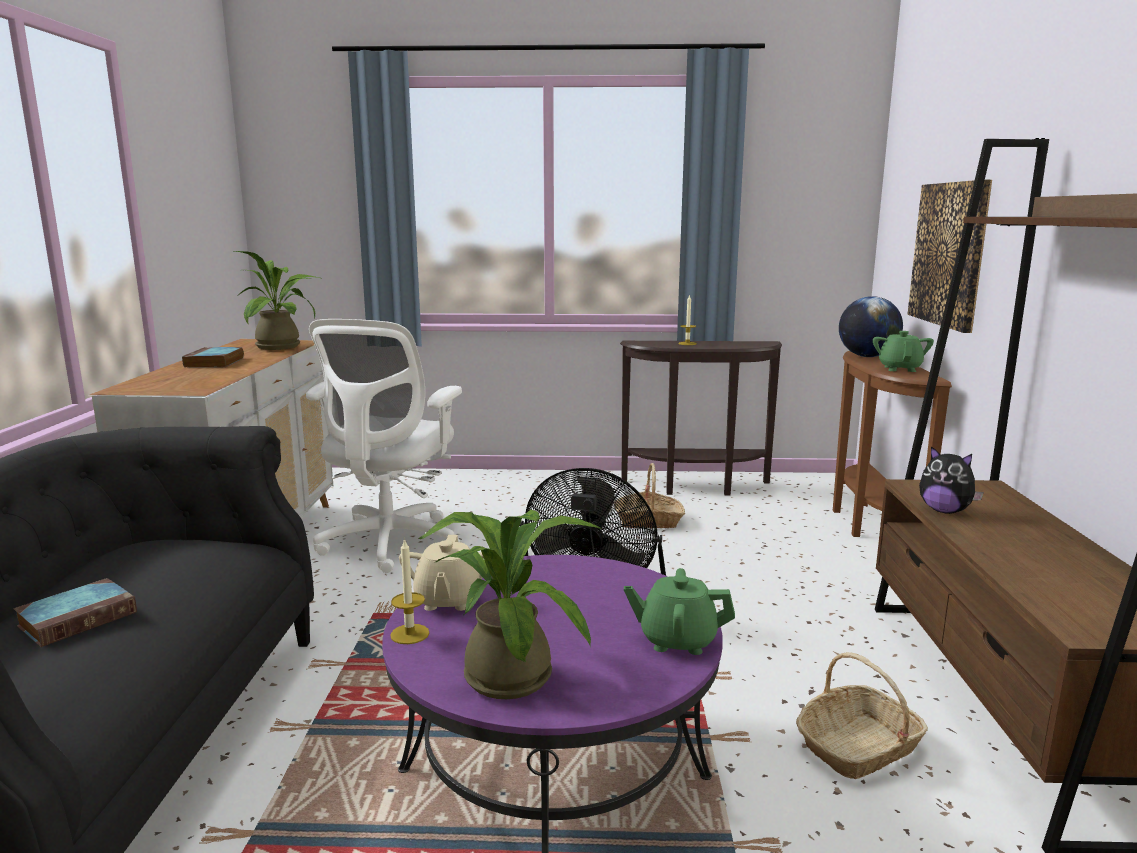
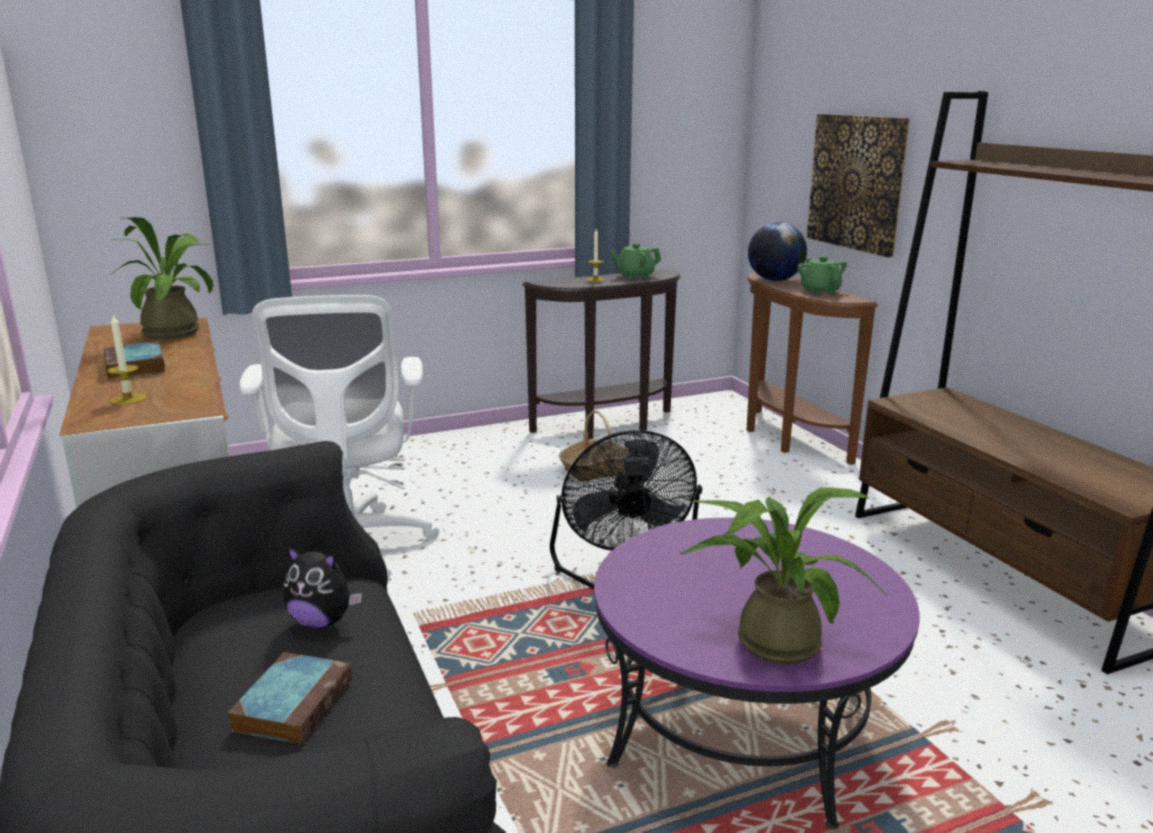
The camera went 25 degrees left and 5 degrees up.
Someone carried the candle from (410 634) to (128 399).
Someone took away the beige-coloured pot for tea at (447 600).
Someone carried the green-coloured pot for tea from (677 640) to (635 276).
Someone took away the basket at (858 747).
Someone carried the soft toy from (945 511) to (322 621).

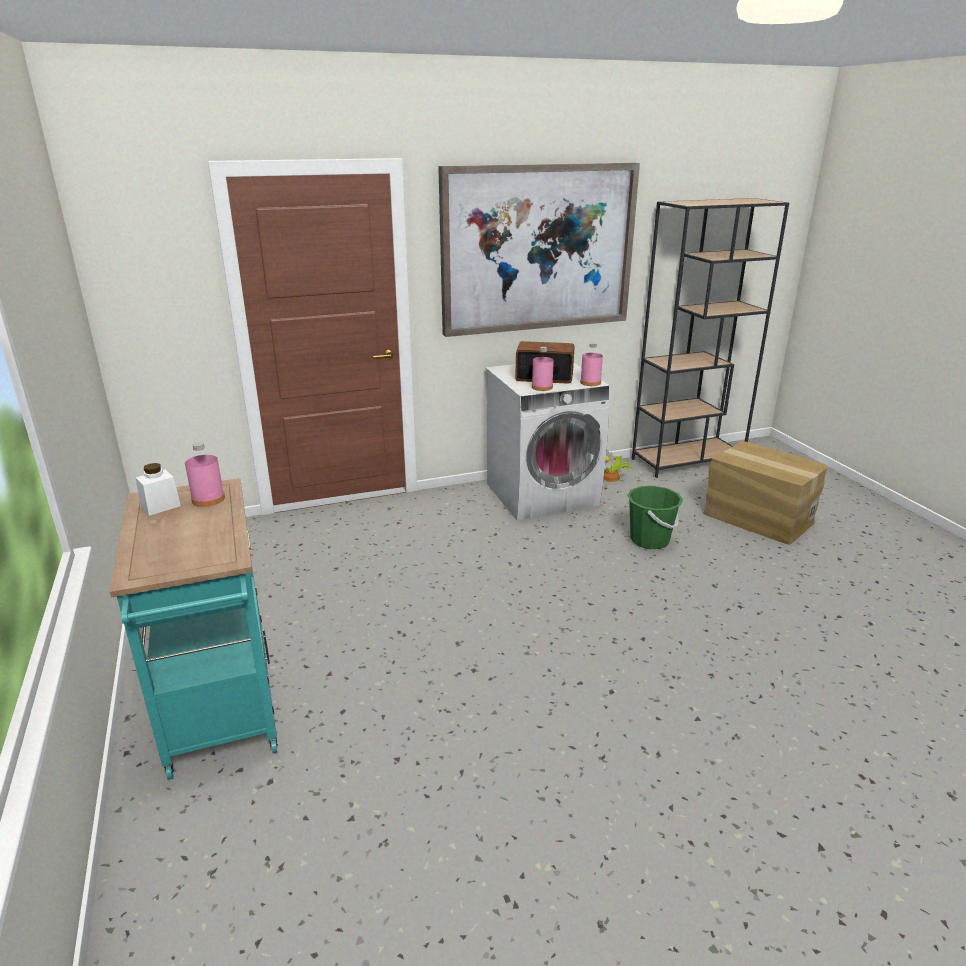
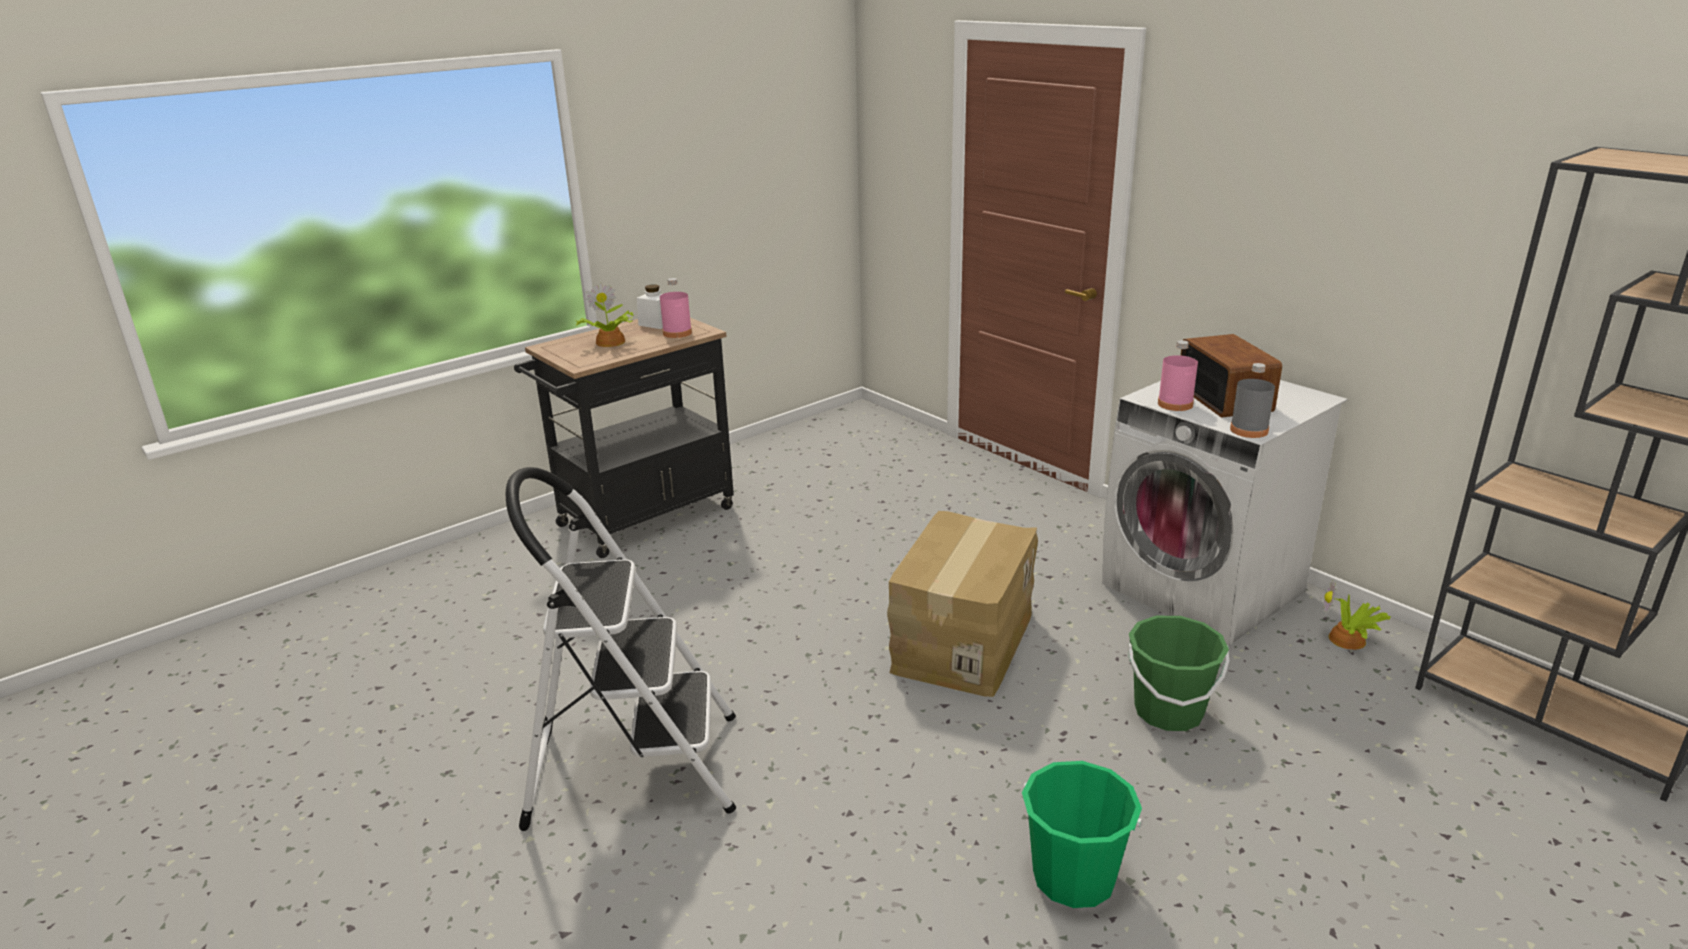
The camera went 70 degrees right and 0 degrees up.
Someone repainted the blue-green trolley at (221 709), which became the black trolley at (641 519).
Someone took away the wall art at (538 249).
Someone repainted the pink drink bottle at (590 382), which became the grey drink bottle at (1249 430).
Someone carried the carton from (757 518) to (961 641).
Someone put down the step stool at (627 770).
Someone put down the potted plant at (609 342).
Someone put down the green-coloured bucket at (1074 878).

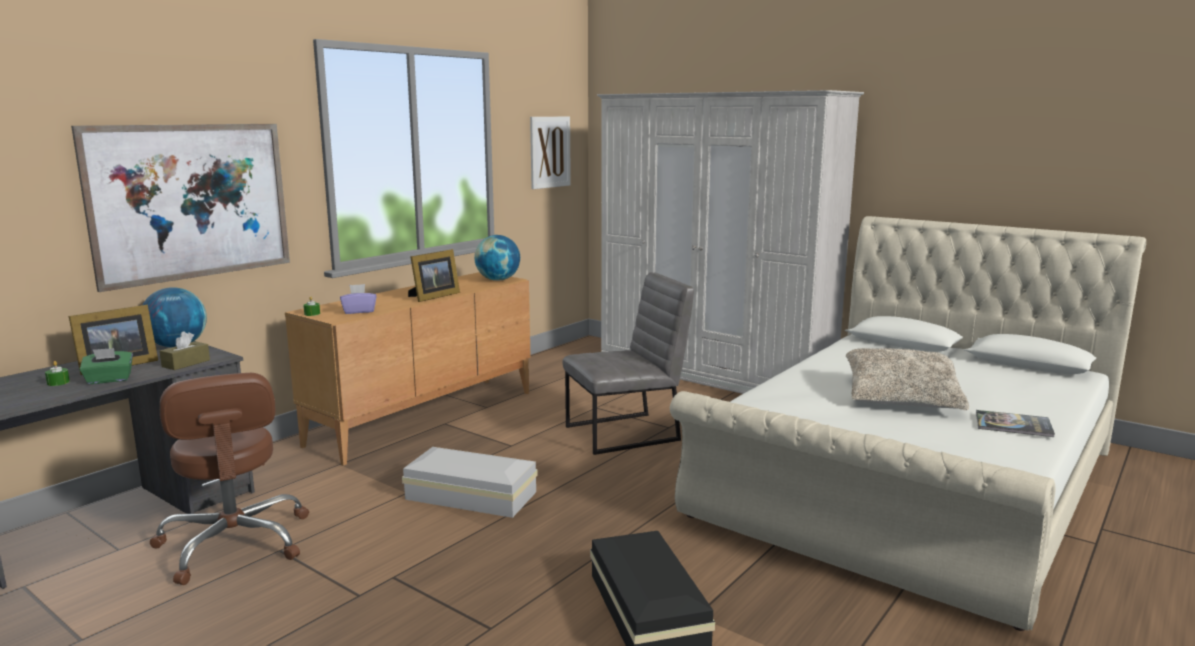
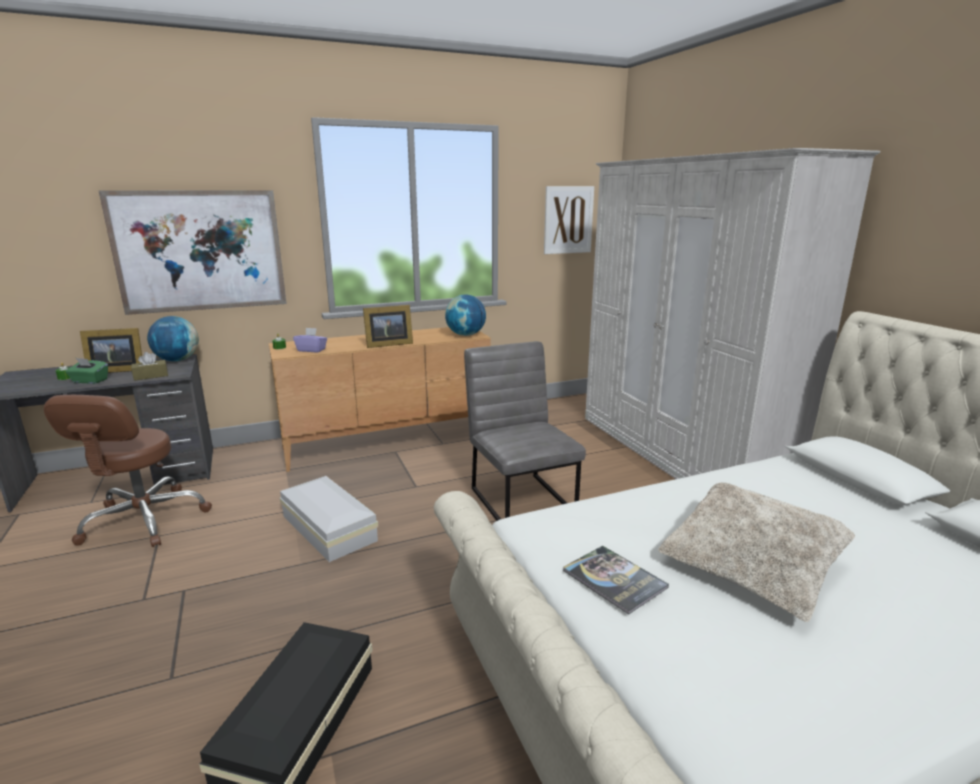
The camera went 30 degrees right and 5 degrees up.
Someone rotated the grey upright chair at (625 433) by 120 degrees counterclockwise.
Someone carried the volume from (1013 425) to (614 579).

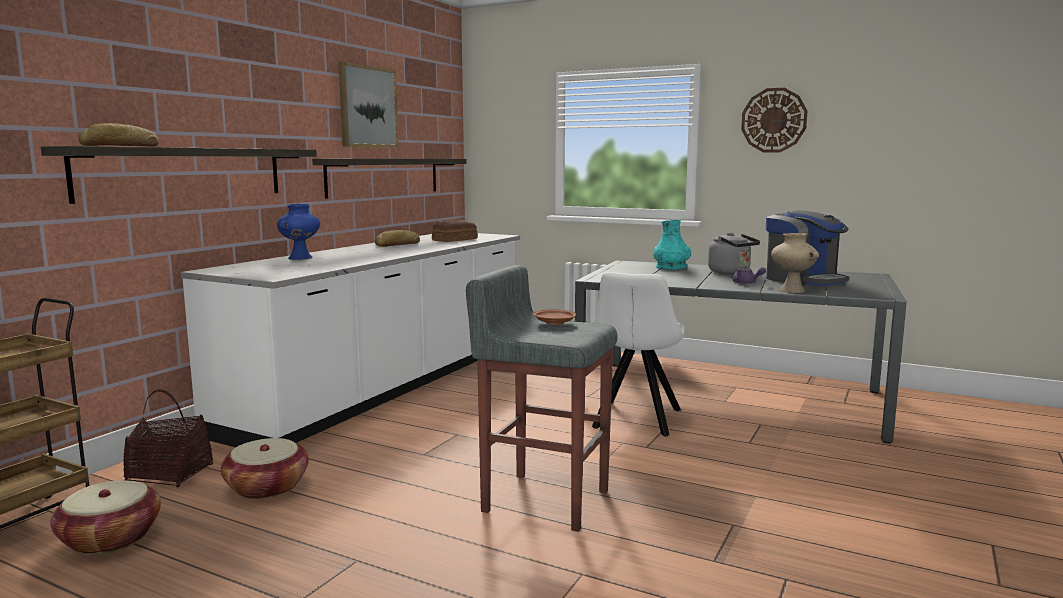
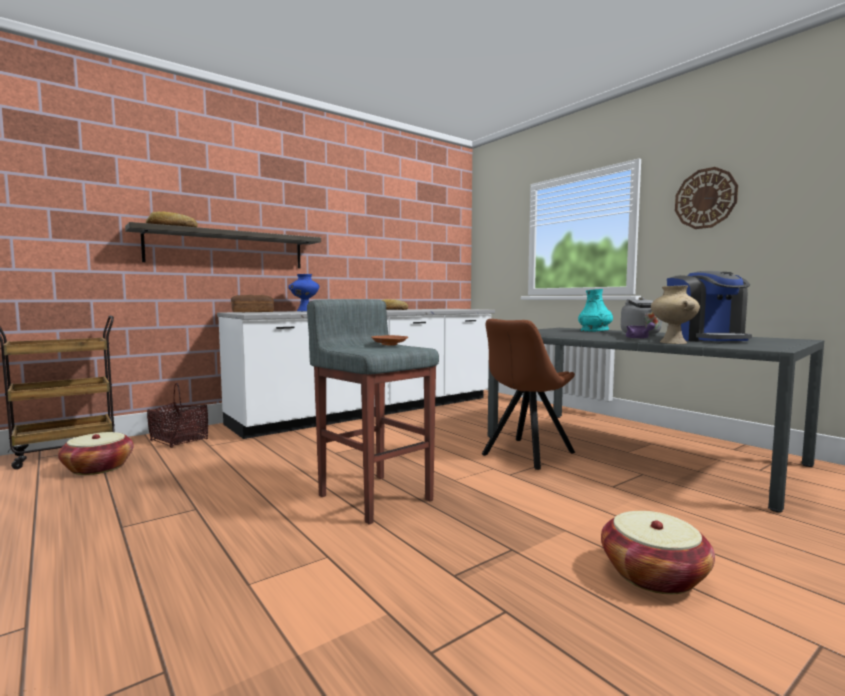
The camera went 25 degrees right and 5 degrees down.
Someone carried the basket from (267 487) to (653 575).
Someone took away the bracket shelf at (384 176).
Someone took away the wall art at (367 107).
Someone carried the bread from (453 240) to (252 312).
Someone repainted the white upright chair at (636 419), which became the brown upright chair at (527 453).

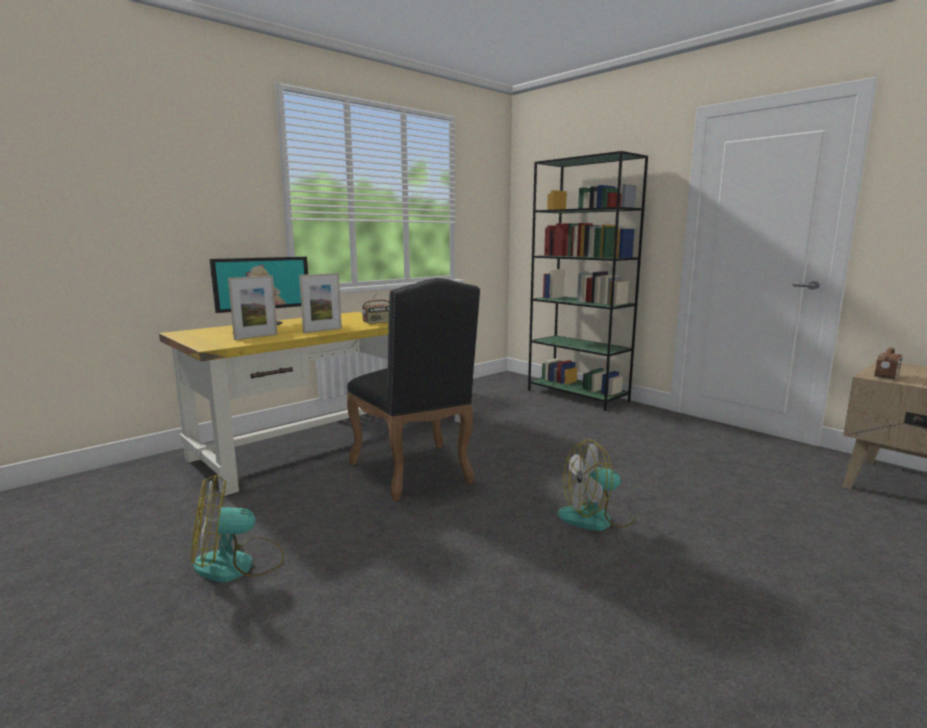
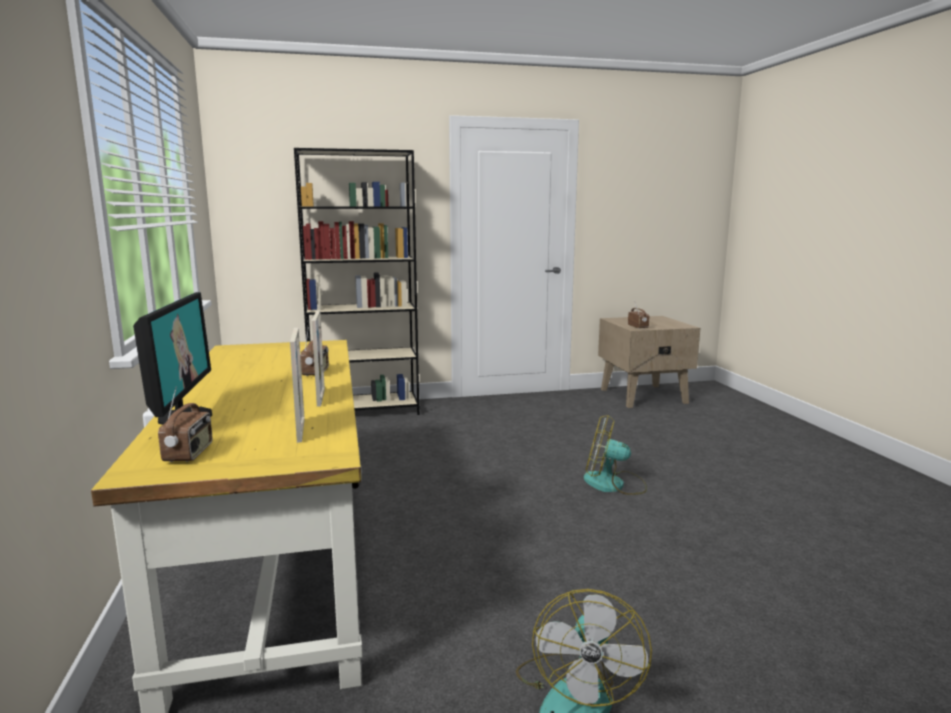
The camera went 60 degrees left and 0 degrees up.
Someone took away the black upright chair at (415 473).
Someone repainted the green-coloured bookshelf at (578 395), which became the beige-coloured bookshelf at (365 410).
Someone rotated the fan at (596 518) by 90 degrees clockwise.
Someone put down the radio set at (189 454).

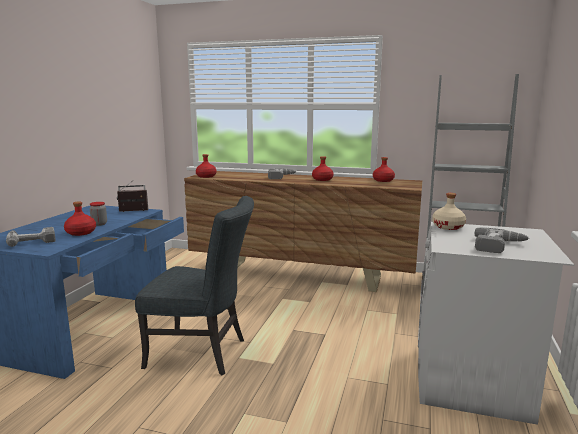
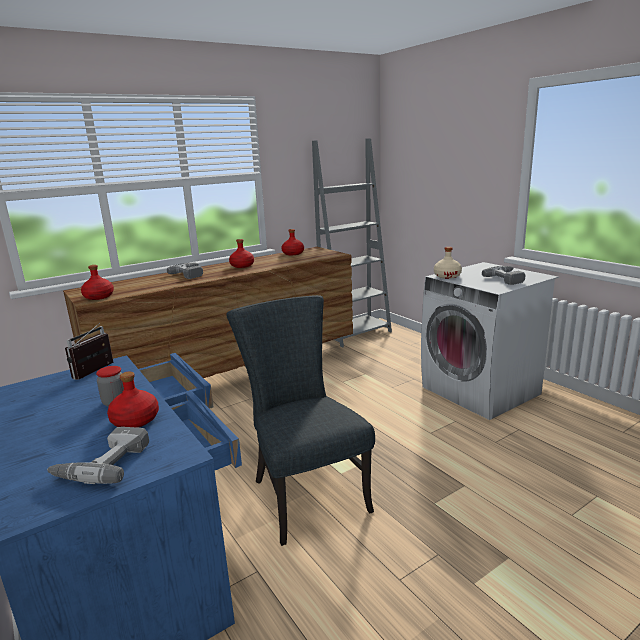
The camera went 50 degrees left and 5 degrees up.
Someone rotated the grey upright chair at (203 352) by 75 degrees counterclockwise.

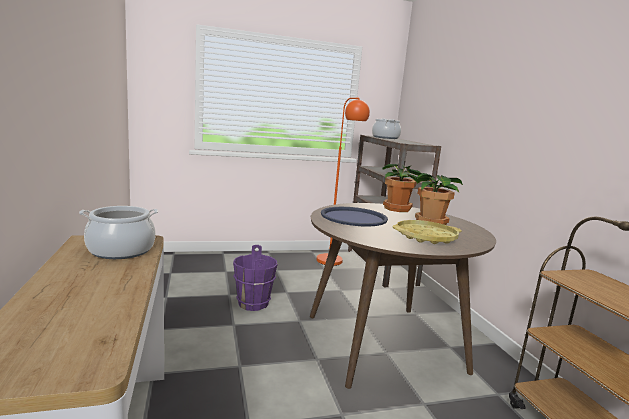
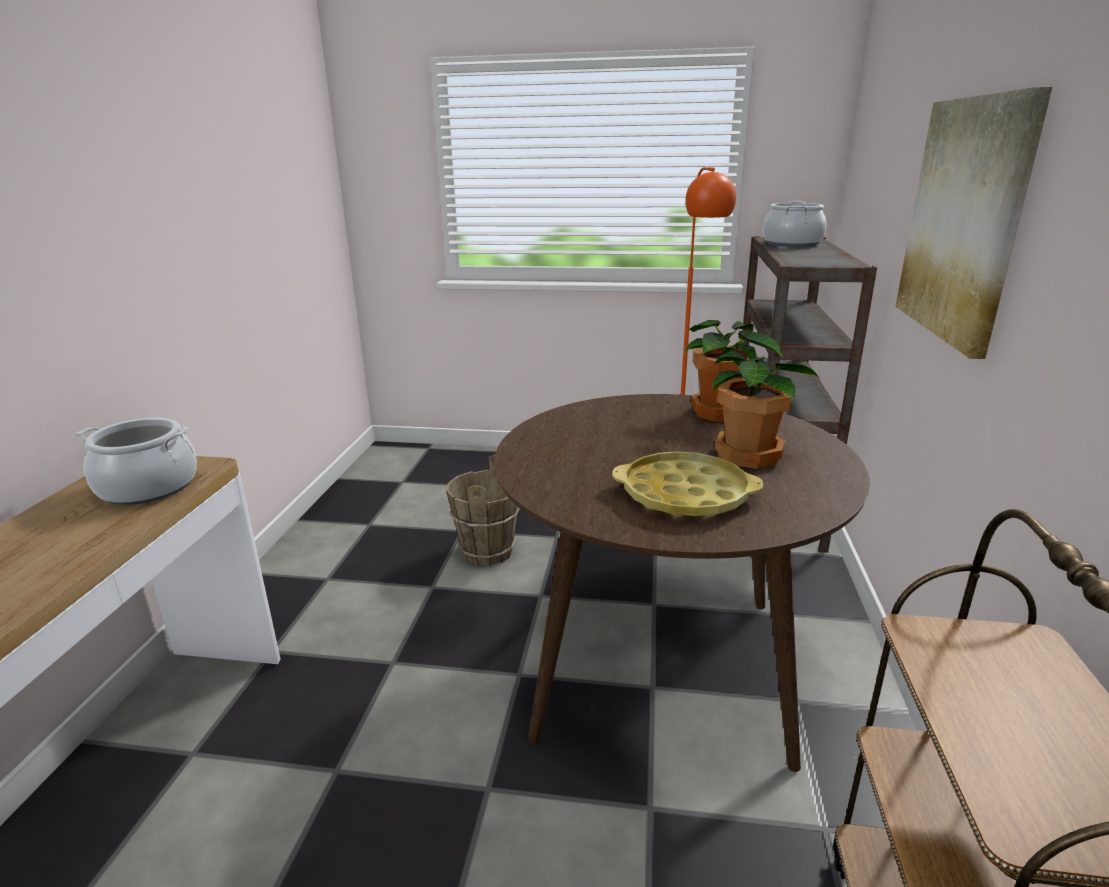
The camera went 25 degrees right and 10 degrees up.
Someone repainted the purple bucket at (253 304), which became the brown bucket at (486 552).
Someone took away the bluish tray at (354 217).
Someone put up the wall art at (964 220).

